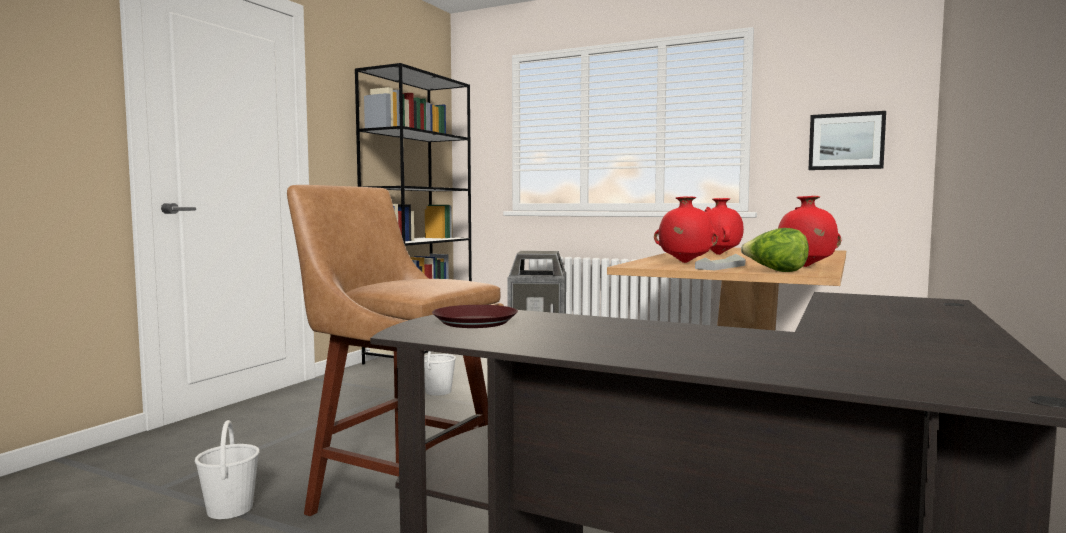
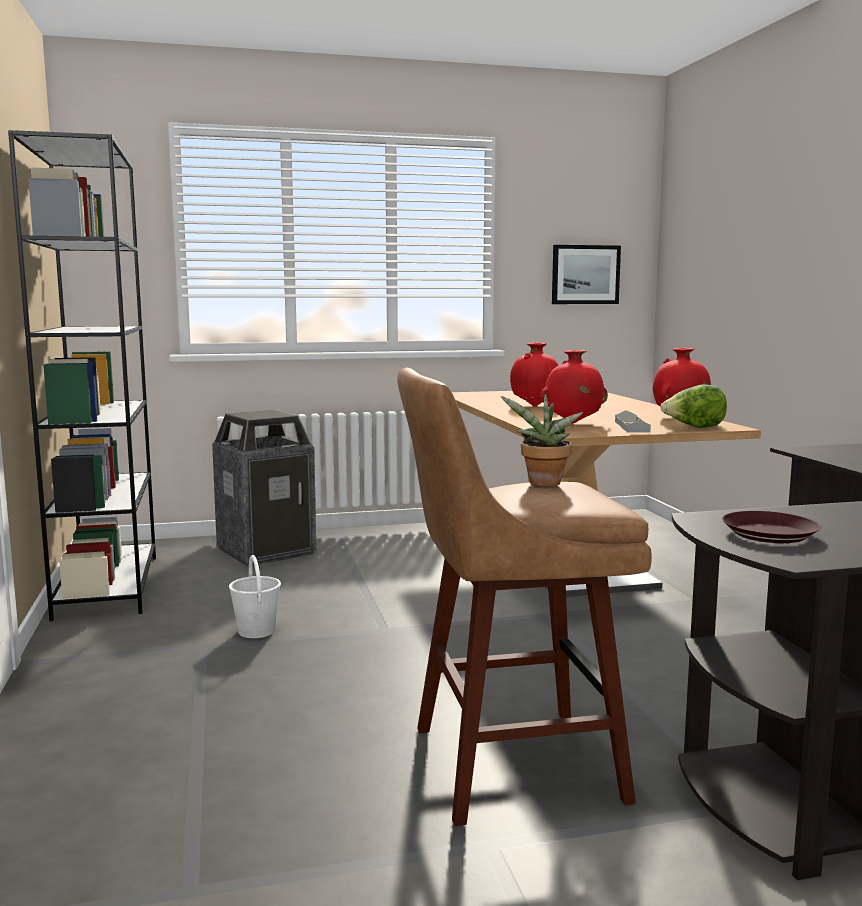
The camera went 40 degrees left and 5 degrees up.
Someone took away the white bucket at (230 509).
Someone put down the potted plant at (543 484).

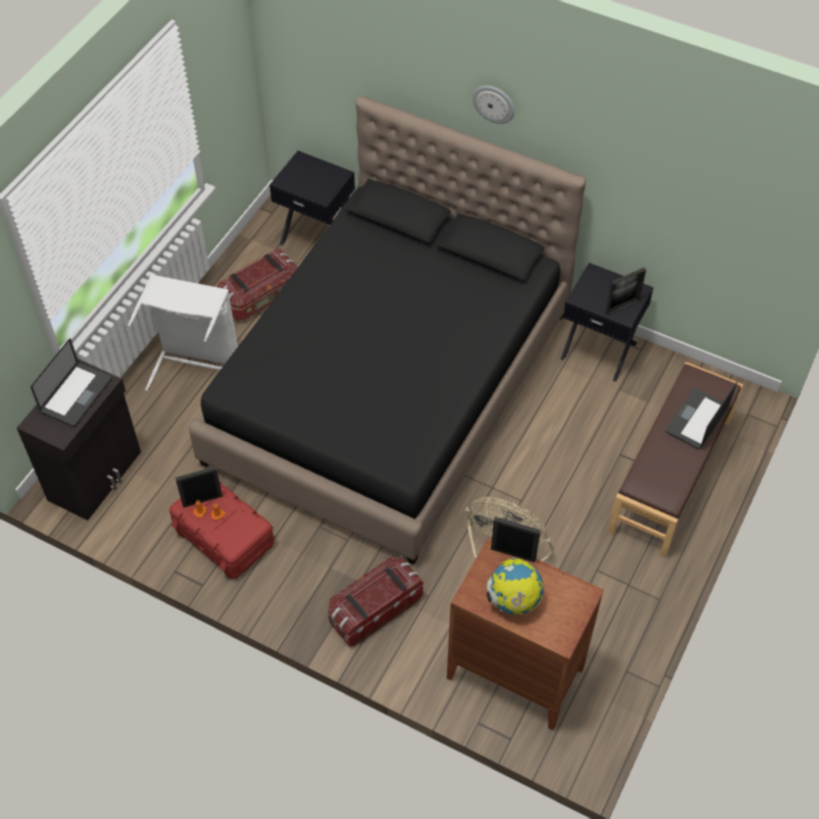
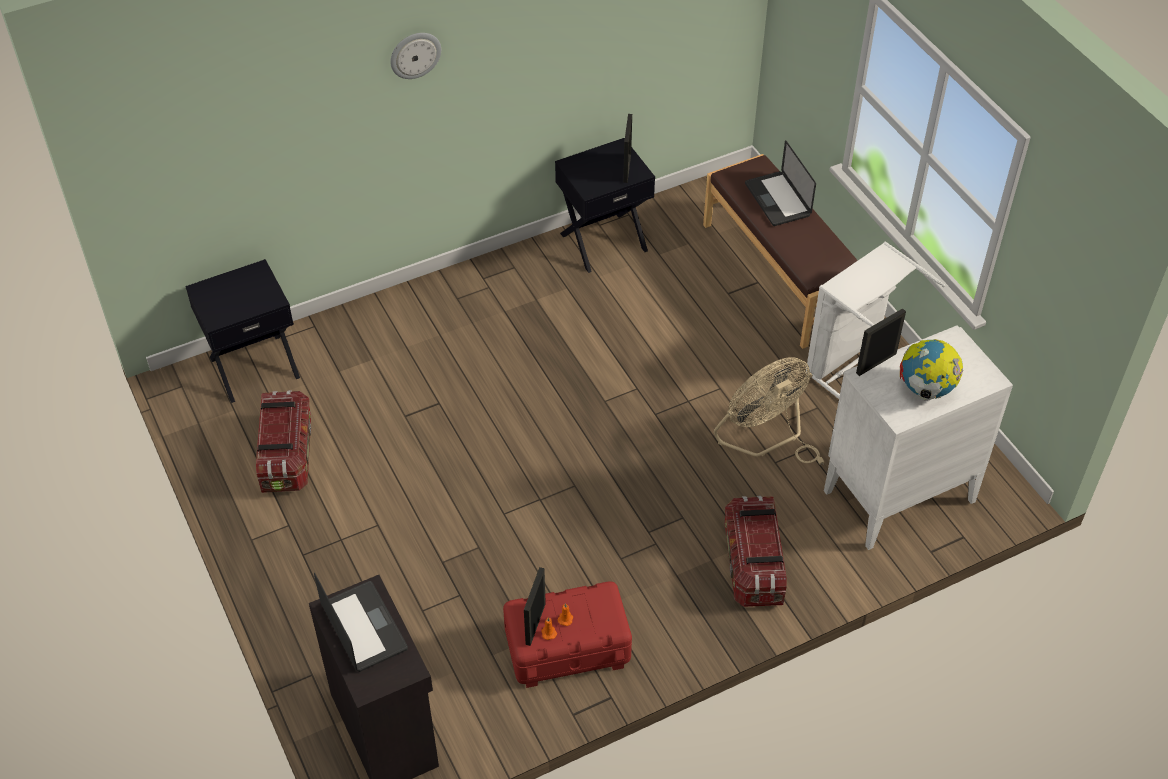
The camera went 55 degrees left and 5 degrees down.
Someone carried the white laundry basket from (196 365) to (855 365).
Someone took away the black bed at (390 386).
Someone repainted the brown chest of drawers at (515 671), which became the white chest of drawers at (896 494).

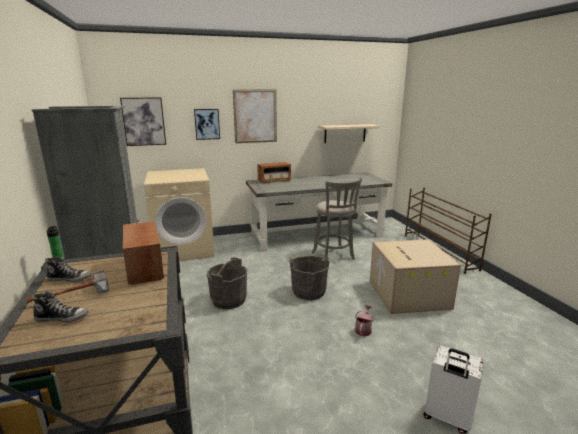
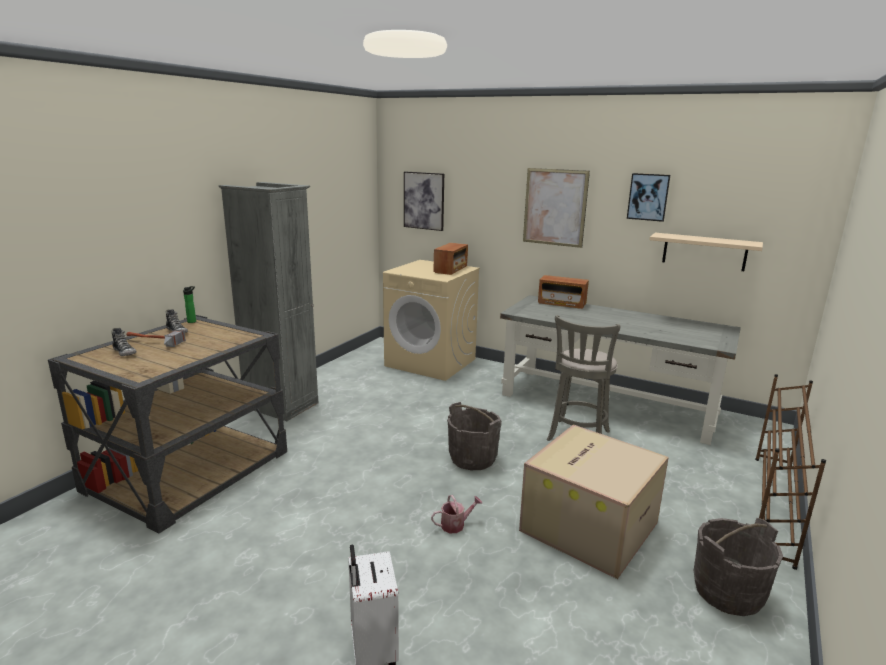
The camera went 45 degrees right and 0 degrees up.
Someone carried the radio set from (145 267) to (450 269).
Someone carried the wall art from (207 124) to (648 197).
Someone carried the grey bucket from (228 300) to (727 592).

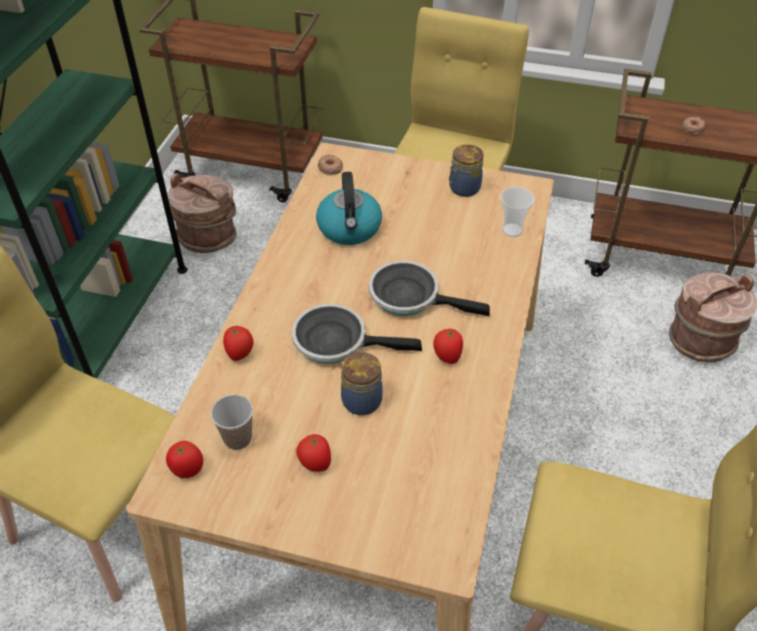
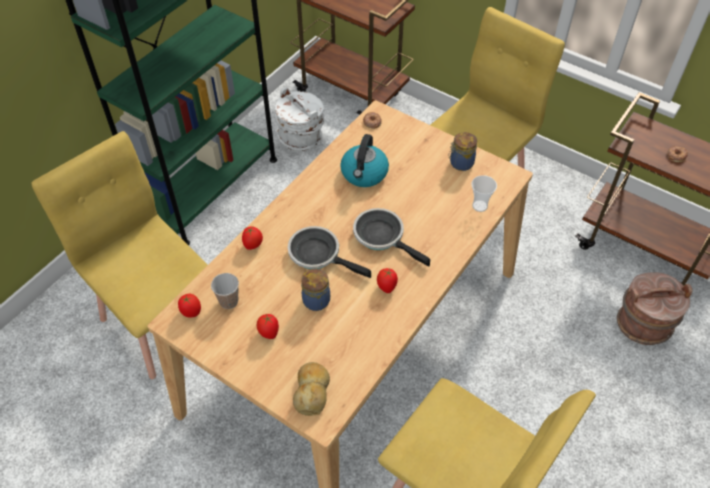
The camera went 20 degrees right and 5 degrees up.
Someone repainted the brown bucket at (208 236), which became the white bucket at (301 138).
Someone put down the bread at (312 391).

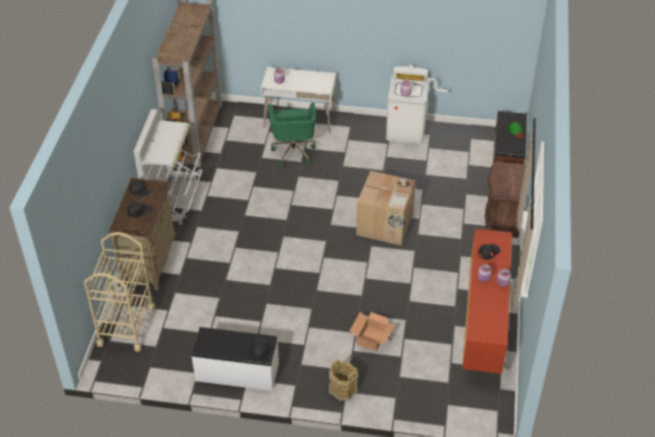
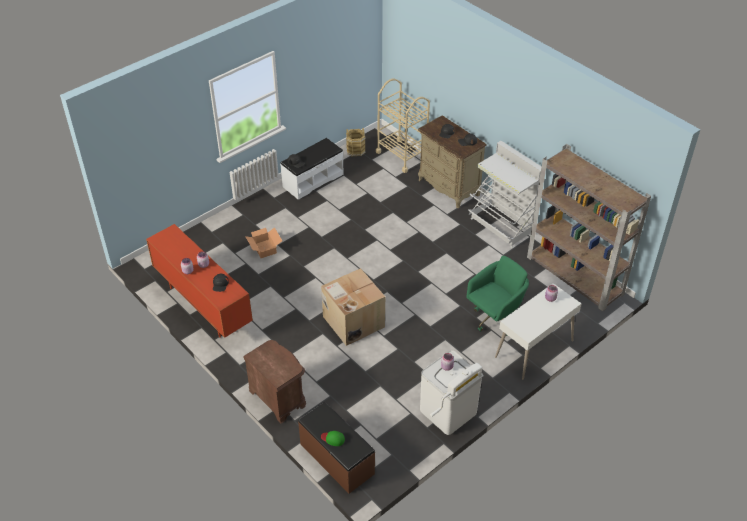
The camera went 130 degrees right and 0 degrees up.
Someone rotated the green-coloured computer chair at (293 151) by 105 degrees clockwise.
Someone carried the brown bucket from (342 389) to (355 150).

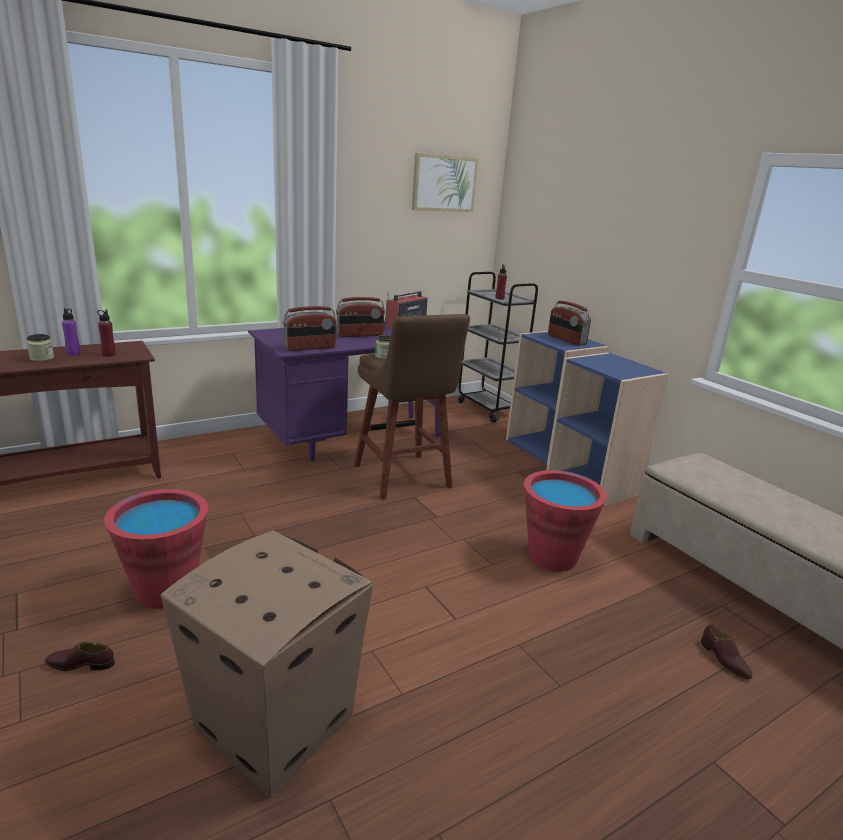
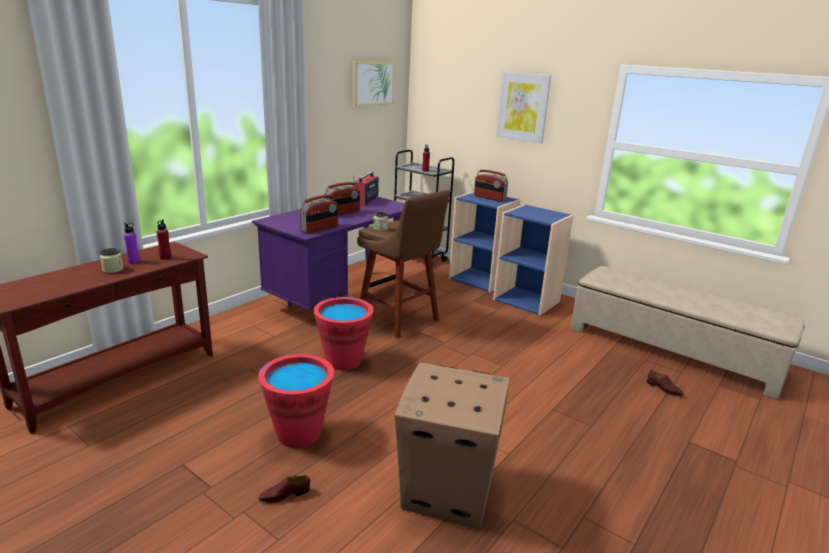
The camera went 20 degrees left and 0 degrees up.
Someone carried the red bucket from (552 557) to (343 361).
Someone put up the wall art at (523 107).

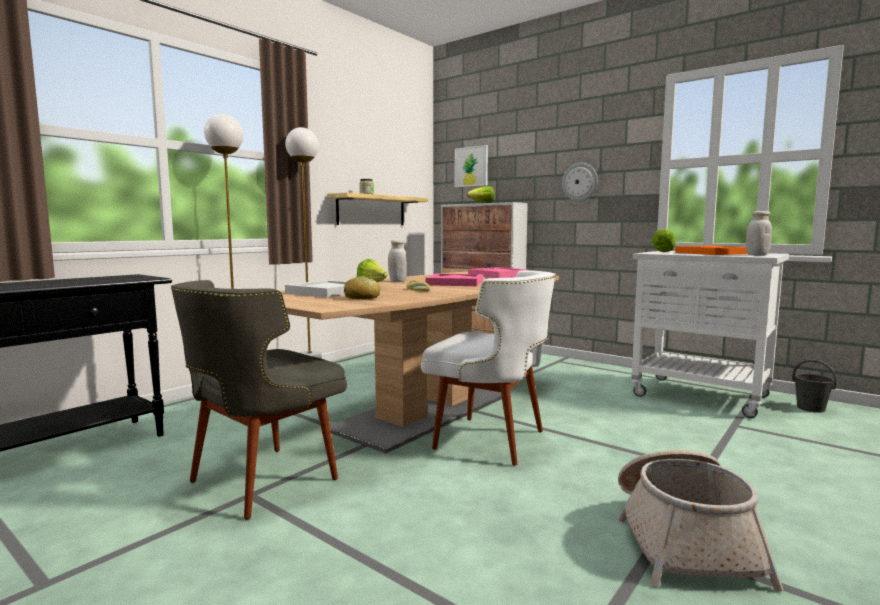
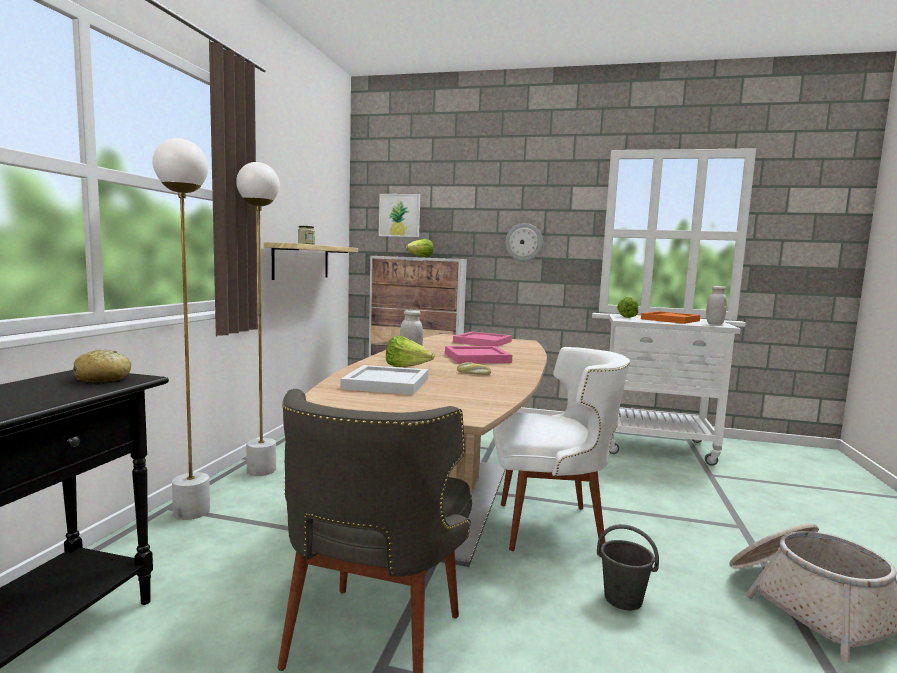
The camera went 25 degrees left and 0 degrees up.
Someone carried the bread from (362 297) to (103 378).
Someone carried the grey bucket from (811 408) to (624 599).

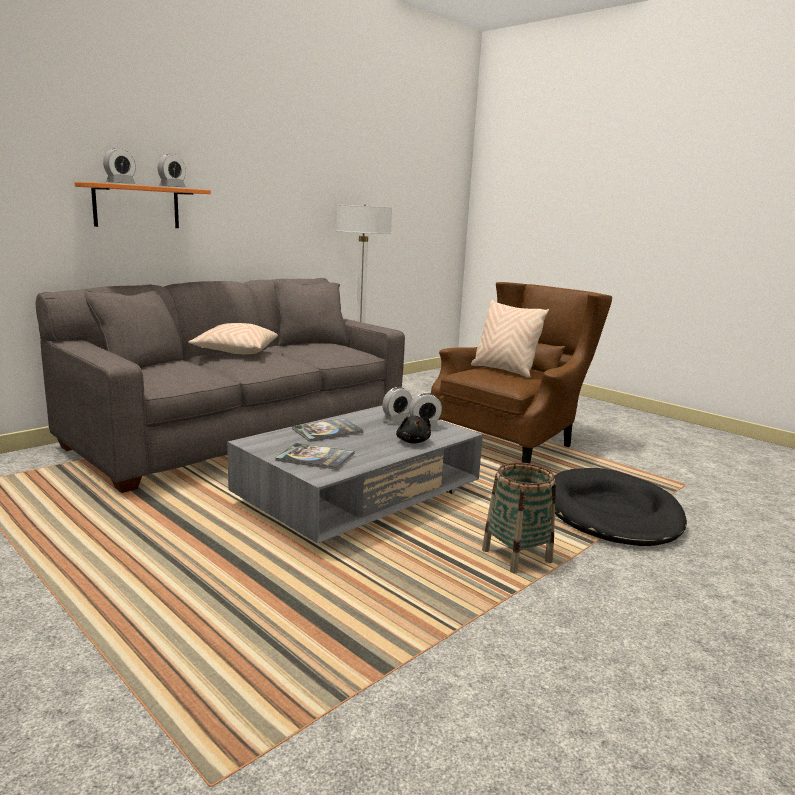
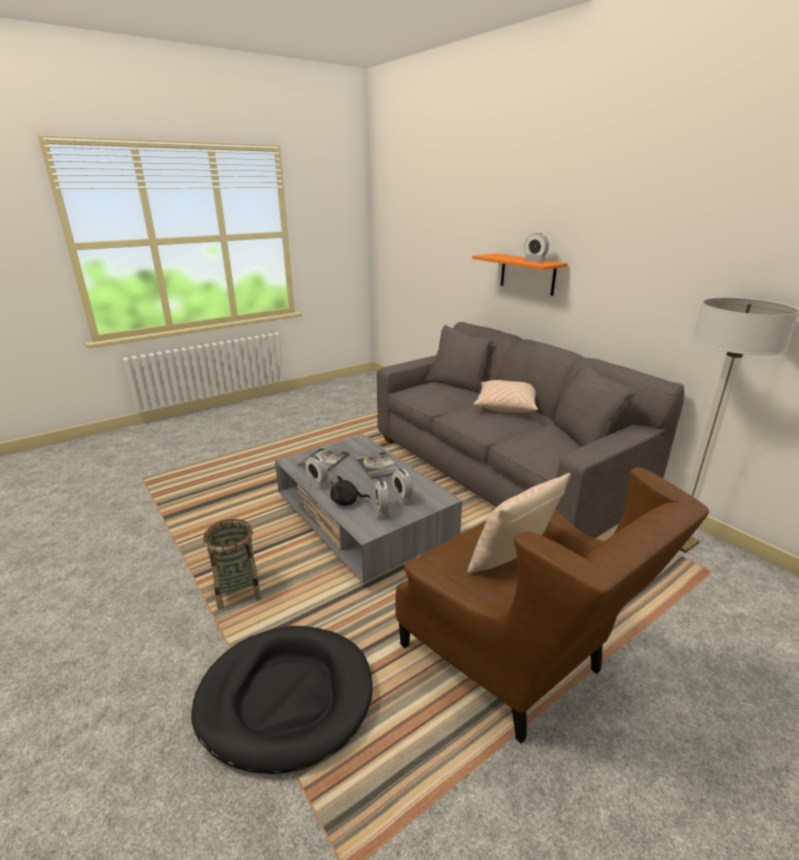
The camera went 100 degrees right and 10 degrees up.
Someone carried the bedside clock from (121 184) to (318 484).

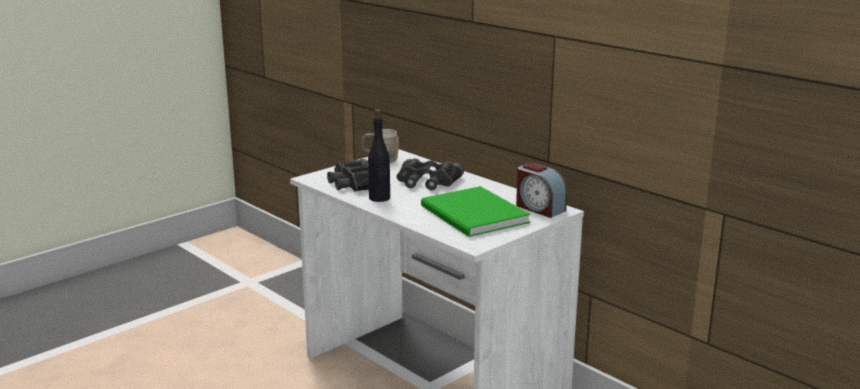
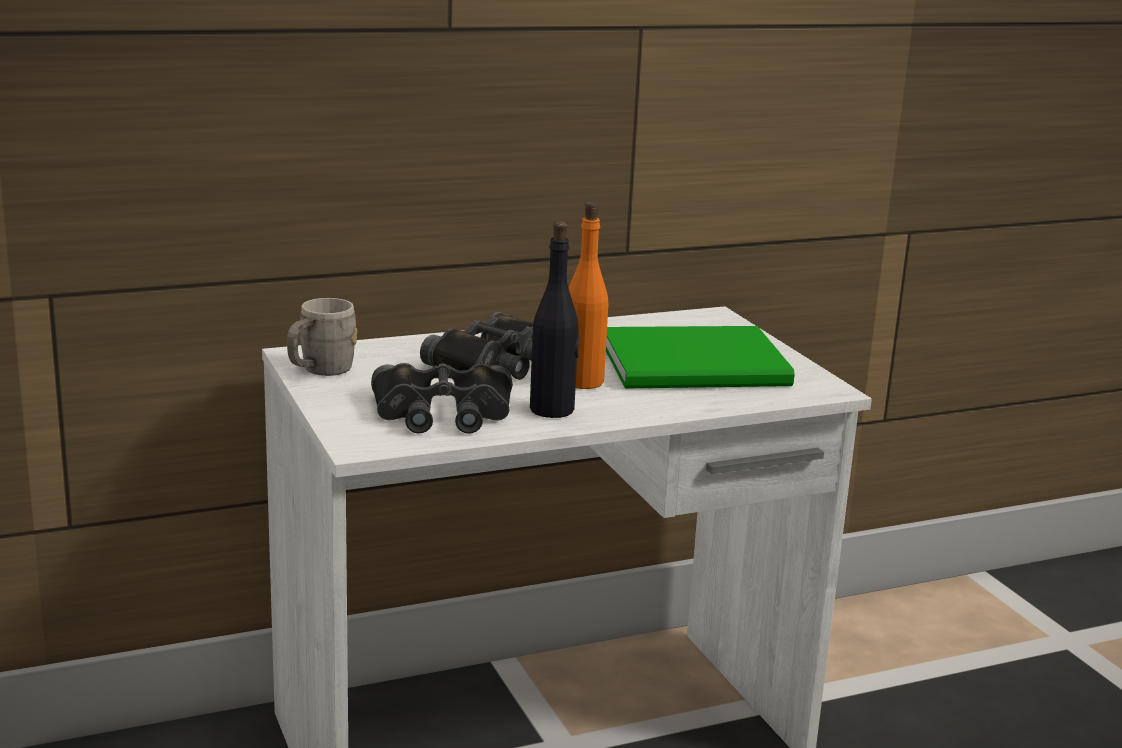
The camera went 70 degrees left and 0 degrees up.
Someone took away the bedside clock at (539 208).
Someone put down the orange drink bottle at (581 381).

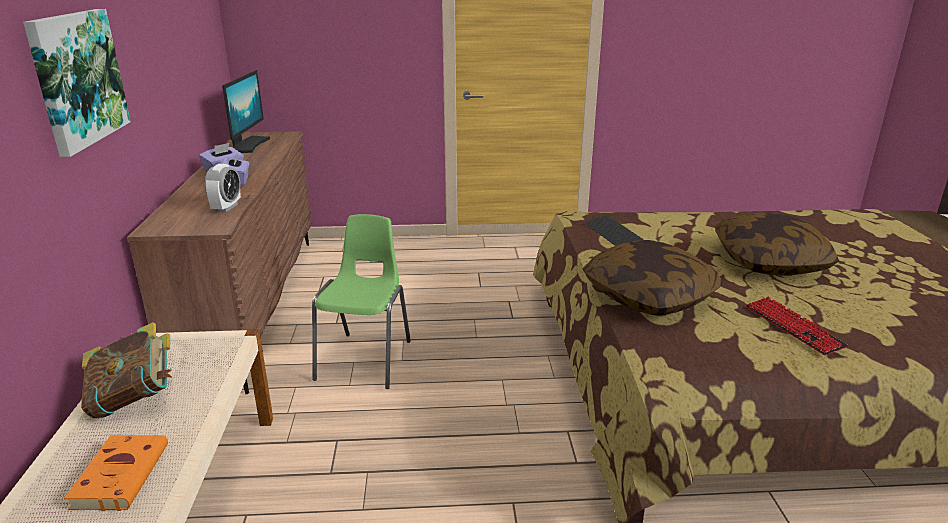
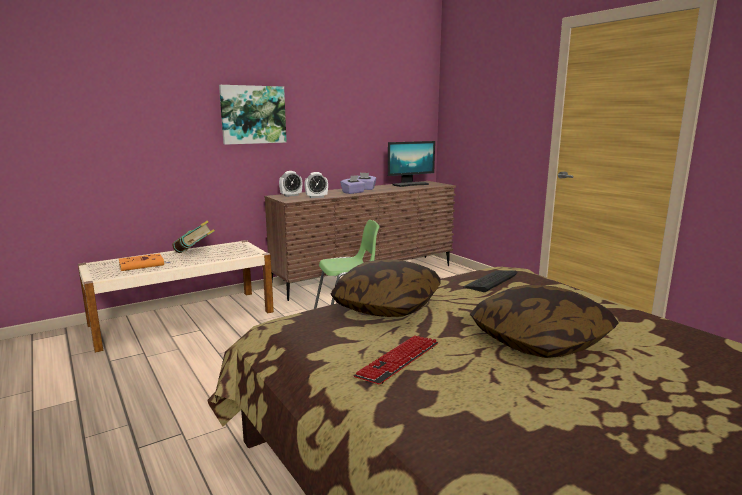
The camera went 60 degrees right and 10 degrees down.
Someone put down the bedside clock at (291 195).

